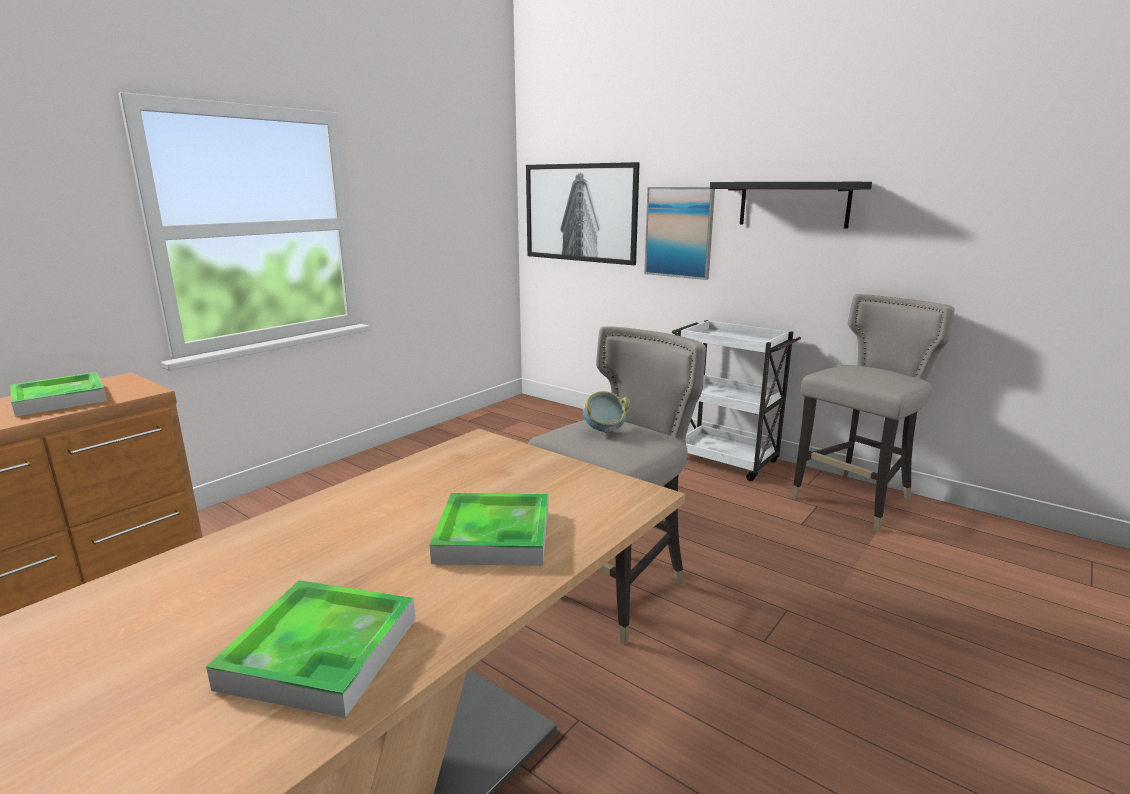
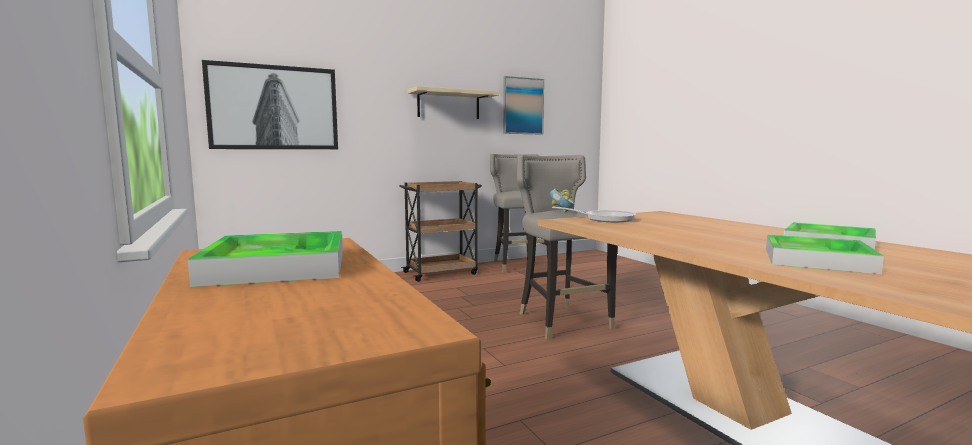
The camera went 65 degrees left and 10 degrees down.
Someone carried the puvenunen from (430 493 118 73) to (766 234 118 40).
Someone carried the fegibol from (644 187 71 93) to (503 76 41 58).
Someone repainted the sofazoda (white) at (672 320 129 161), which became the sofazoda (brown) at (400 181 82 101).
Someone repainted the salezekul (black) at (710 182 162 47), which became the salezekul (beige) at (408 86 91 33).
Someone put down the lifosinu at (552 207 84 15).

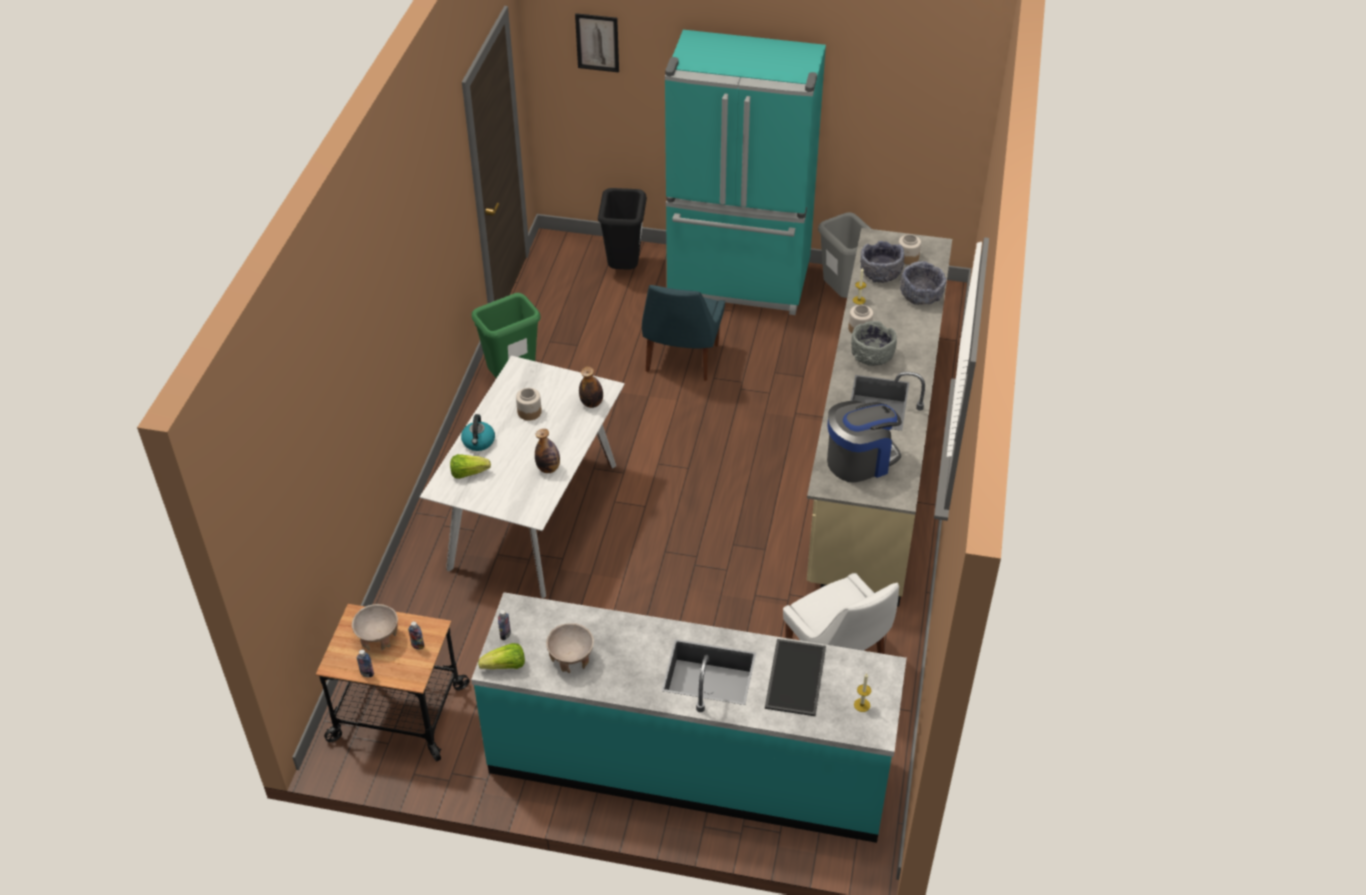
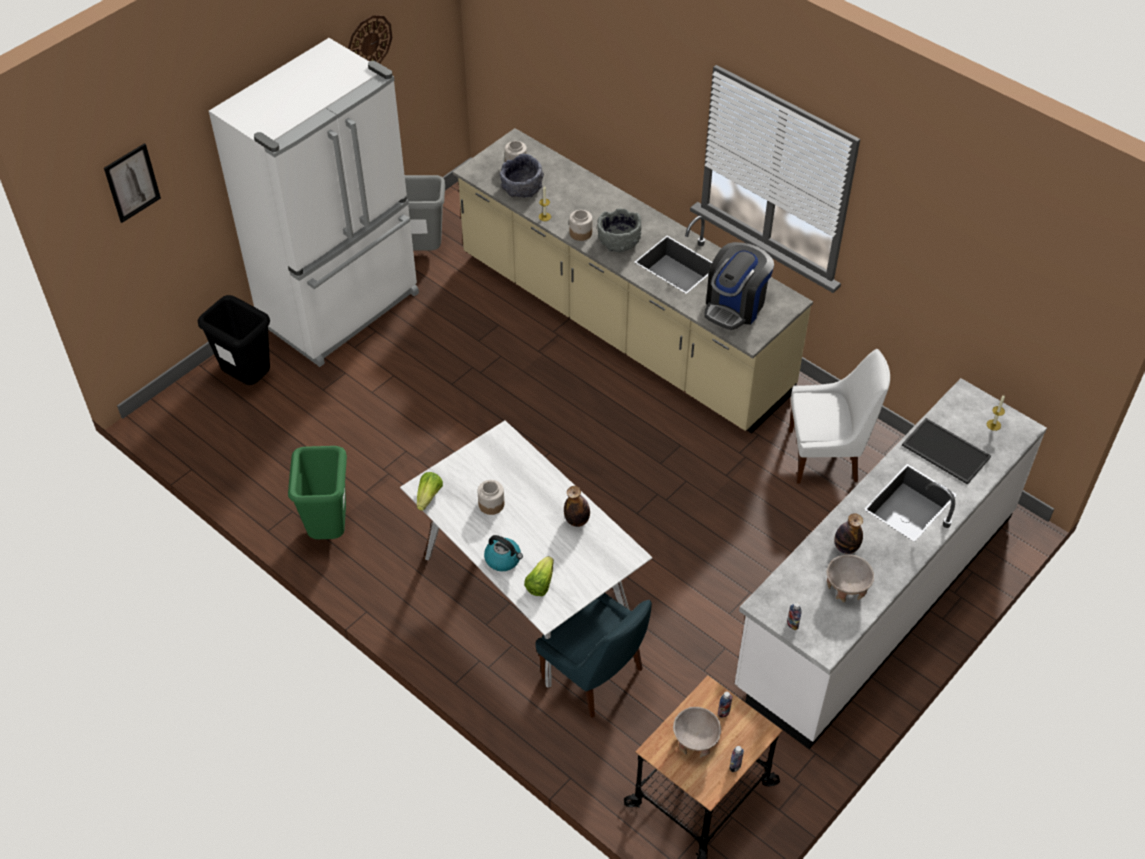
The camera went 60 degrees left and 5 degrees up.
Someone repainted the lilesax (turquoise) at (471 592 436 251), which became the lilesax (white) at (735 378 312 371).
Someone carried the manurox from (478 643 47 26) to (417 472 26 39).
Someone carried the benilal from (579 366 24 42) to (834 513 29 41).
Someone carried the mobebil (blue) from (642 285 83 96) to (535 593 117 125).
Someone repainted the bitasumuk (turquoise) at (665 30 161 285), which became the bitasumuk (white) at (209 38 210 329).
Someone rotated the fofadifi at (827 400 75 83) by 150 degrees counterclockwise.
Someone took away the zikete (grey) at (900 261 46 44).
Someone put up the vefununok at (348 15 45 49).

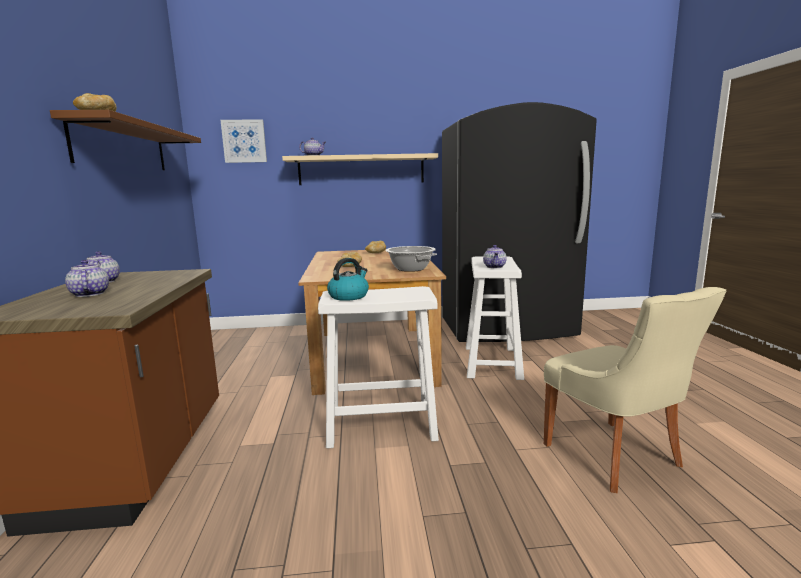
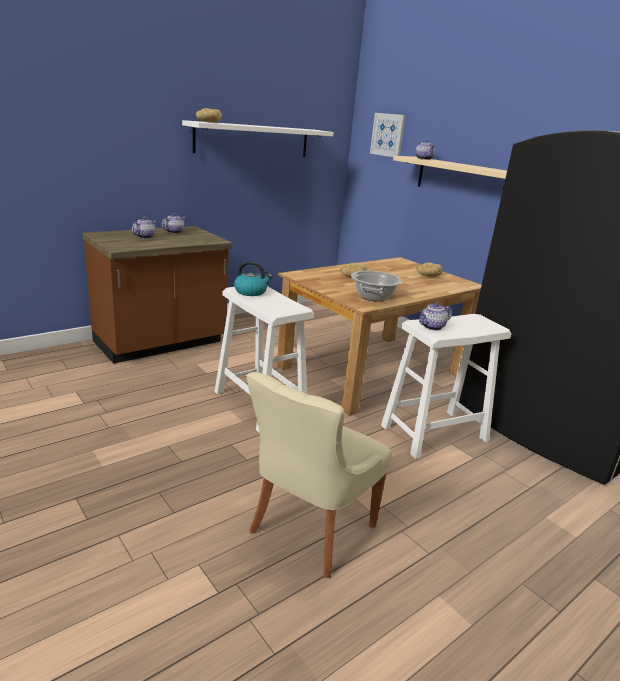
The camera went 55 degrees right and 10 degrees up.
Someone repainted the salezekul (brown) at (50 110 151 60), which became the salezekul (white) at (182 120 152 37).

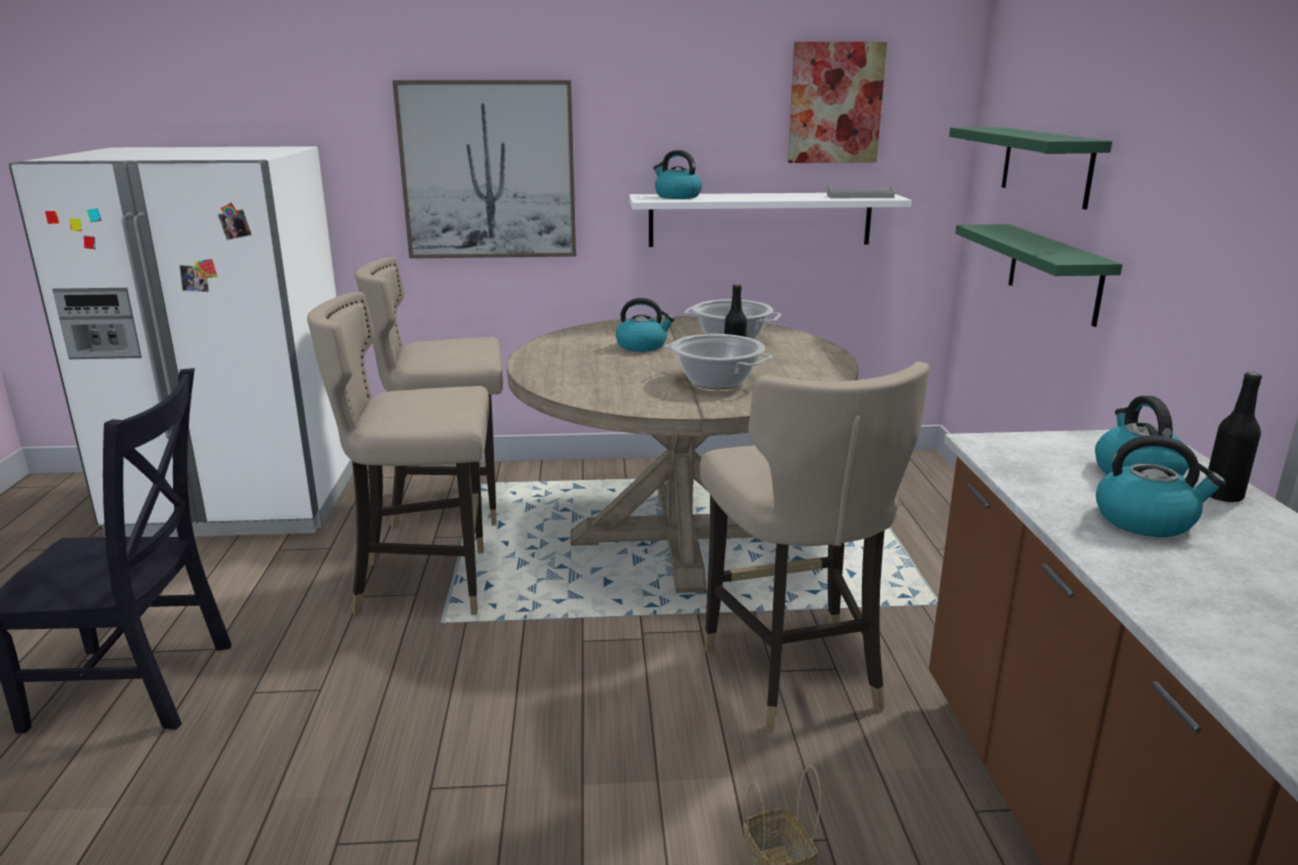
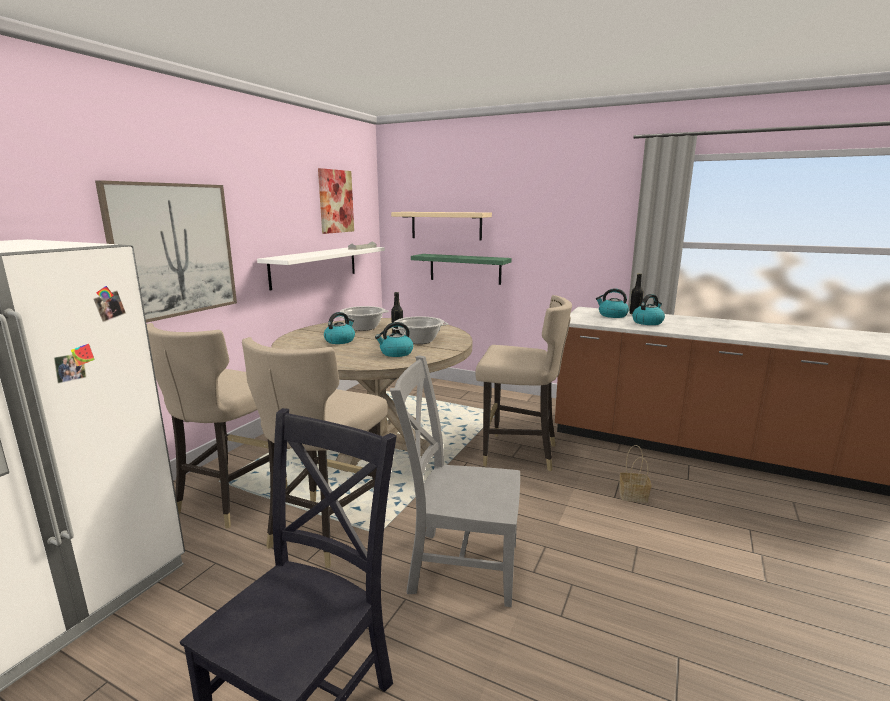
The camera went 60 degrees left and 5 degrees down.
Someone carried the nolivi from (653 150 49 49) to (375 322 38 35).
Someone repainted the salezekul (green) at (949 127 163 82), which became the salezekul (beige) at (391 212 101 29).
Someone put down the mobebil (grey) at (390 355 130 252).

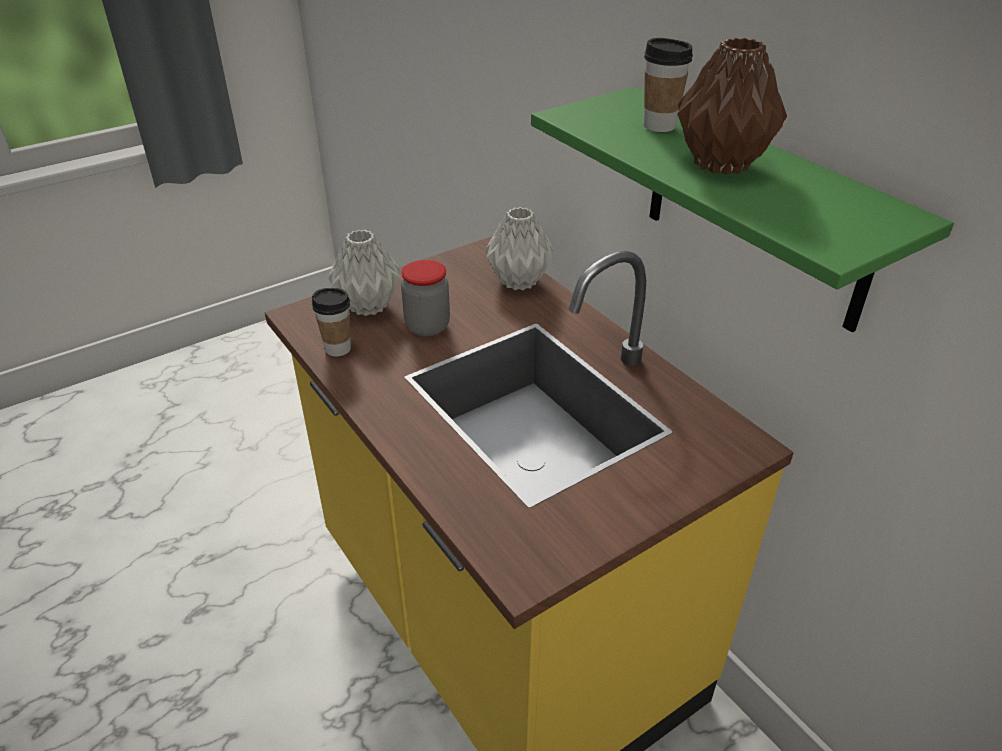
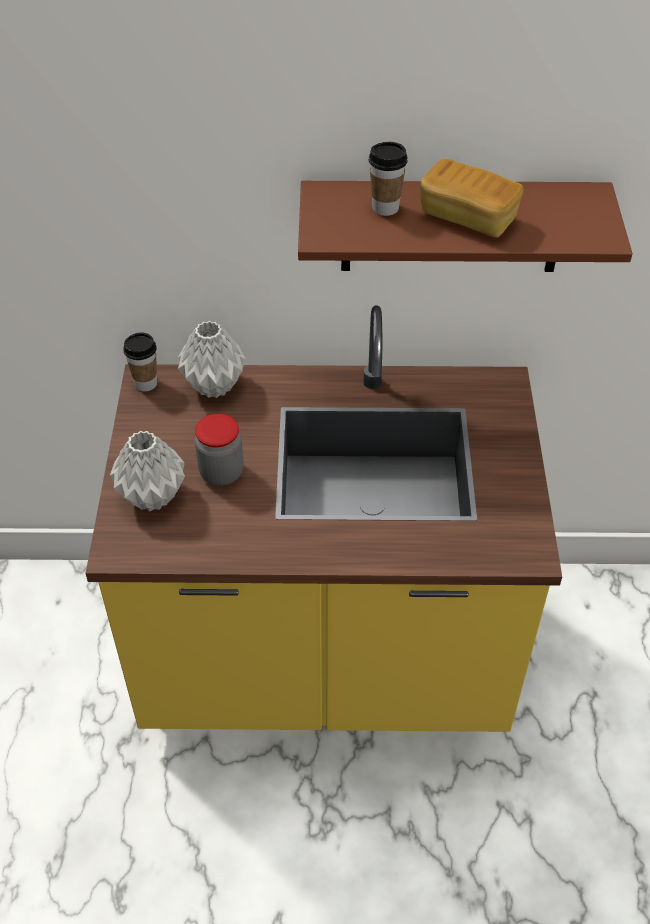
The camera went 55 degrees left and 10 degrees up.
Someone carried the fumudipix from (312 288 39 68) to (123 333 34 58).
Someone repainted the salezekul (green) at (531 87 423 246), which became the salezekul (brown) at (298 181 334 91).
Someone swapped the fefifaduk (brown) at (678 37 109 138) for the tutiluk at (420 159 103 79).

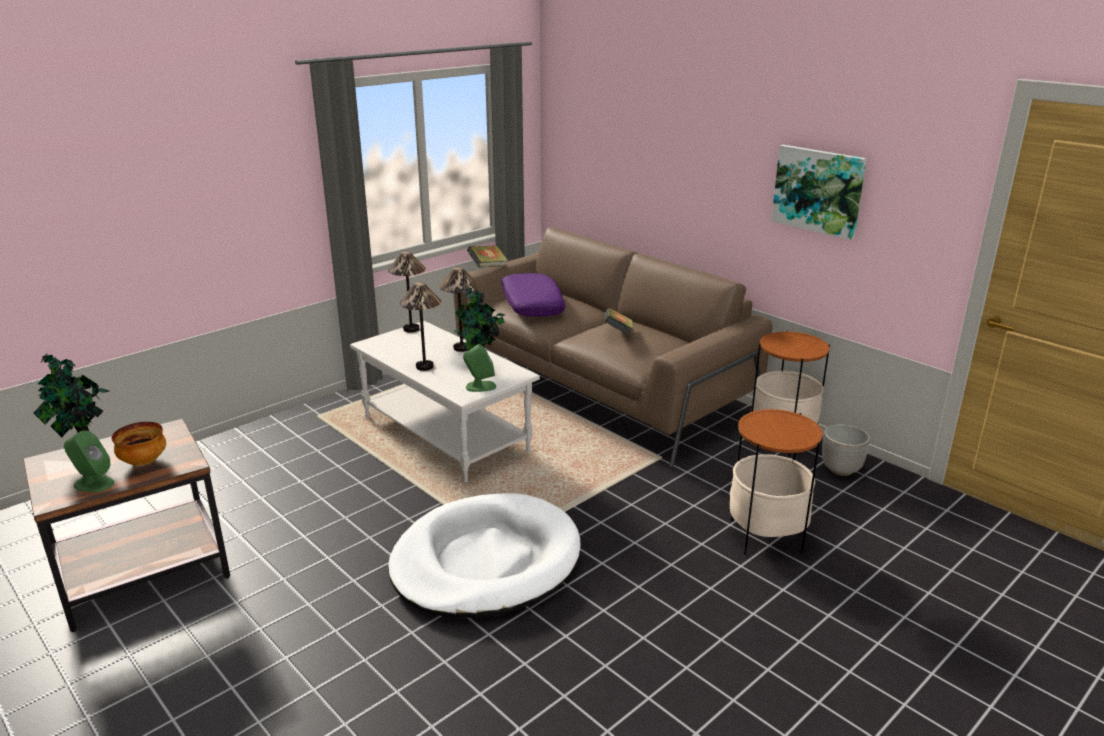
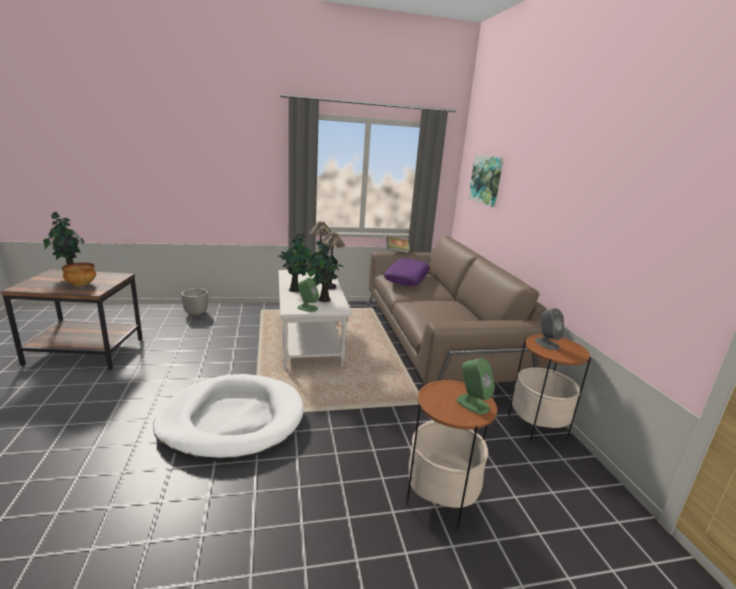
The camera went 30 degrees right and 5 degrees down.
Someone carried the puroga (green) from (64 431 51 61) to (457 358 38 56).
Someone swapped the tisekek at (399 282 42 89) for the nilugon at (277 234 35 58).
Someone took away the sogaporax at (605 308 29 27).
Someone carried the fegibol from (771 145 96 95) to (468 154 35 53).
Someone carried the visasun from (822 424 48 52) to (181 288 27 28).
Someone put down the puroga (grey) at (535 308 30 42).

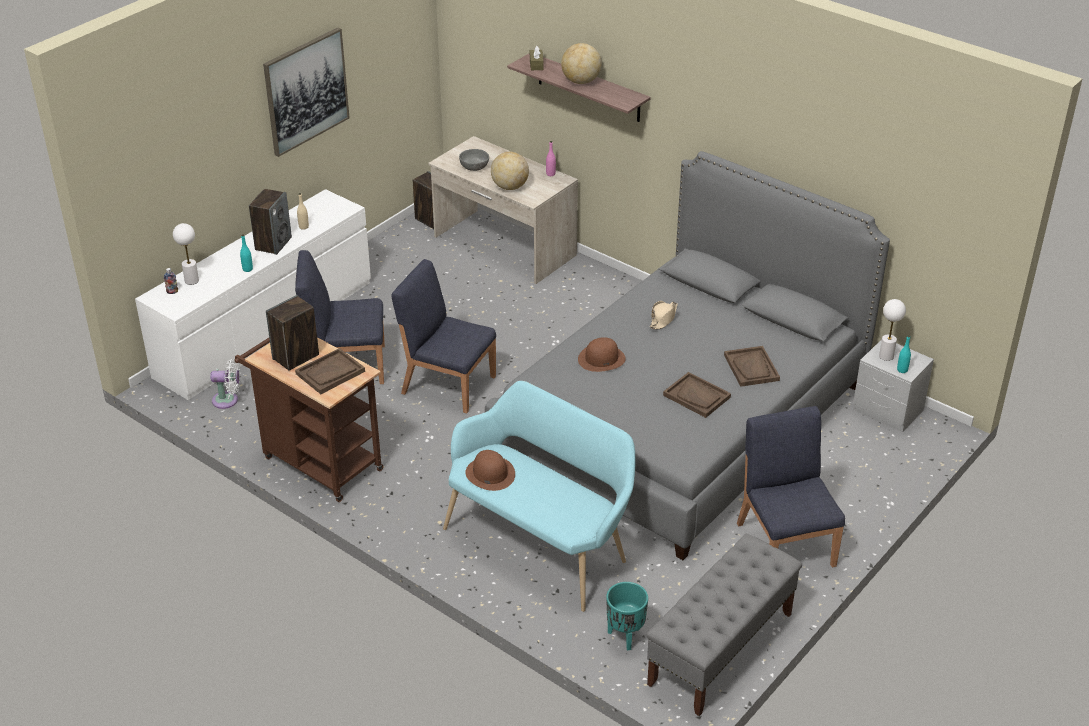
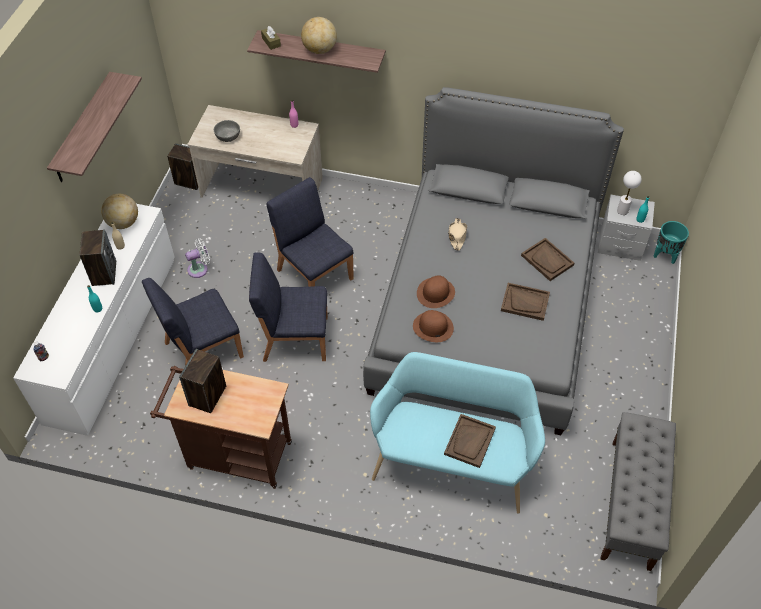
The camera went 25 degrees left and 15 degrees up.
Someone took away the tisekek (white) at (173 223 26 62).
Someone carried the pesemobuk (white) from (210 359 30 50) to (185 238 25 40).
Someone swapped the fegibol at (263 28 87 129) for the salezekul at (47 72 95 110).
Someone carried the puvenunen (brown) from (295 348 70 46) to (444 414 52 54).
Someone carried the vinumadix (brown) from (465 450 50 41) to (413 310 41 32).
Someone carried the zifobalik from (491 152 38 38) to (101 194 37 35).
Someone carried the visasun (turquoise) from (606 582 42 68) to (654 221 35 43).
Someone carried the mobebil (blue) from (737 406 108 161) to (267 177 87 110).

